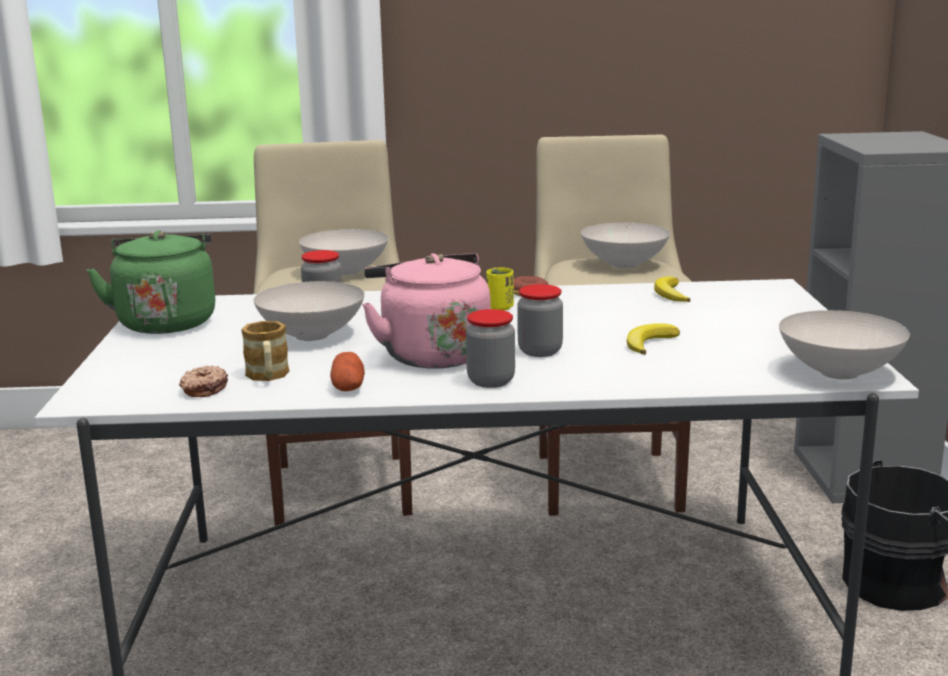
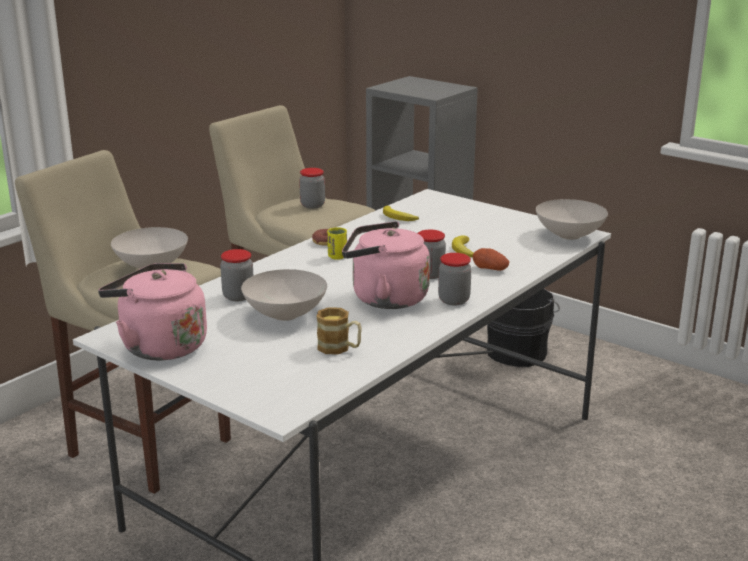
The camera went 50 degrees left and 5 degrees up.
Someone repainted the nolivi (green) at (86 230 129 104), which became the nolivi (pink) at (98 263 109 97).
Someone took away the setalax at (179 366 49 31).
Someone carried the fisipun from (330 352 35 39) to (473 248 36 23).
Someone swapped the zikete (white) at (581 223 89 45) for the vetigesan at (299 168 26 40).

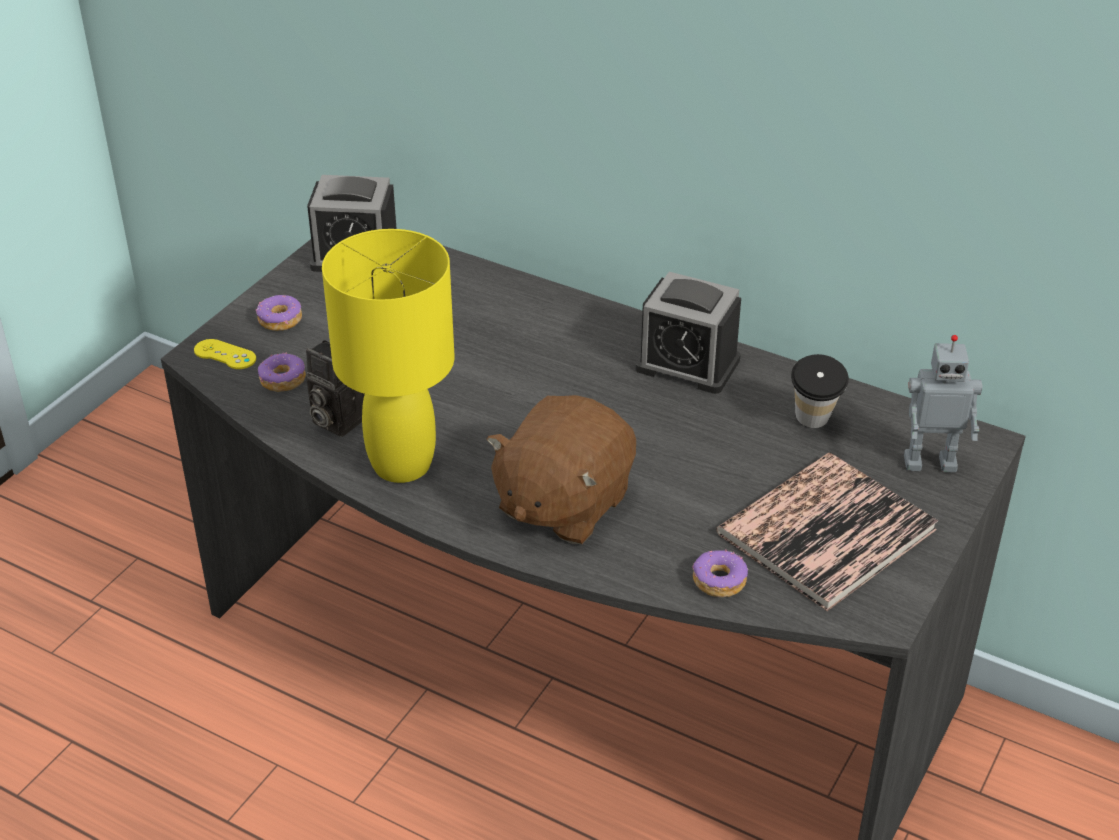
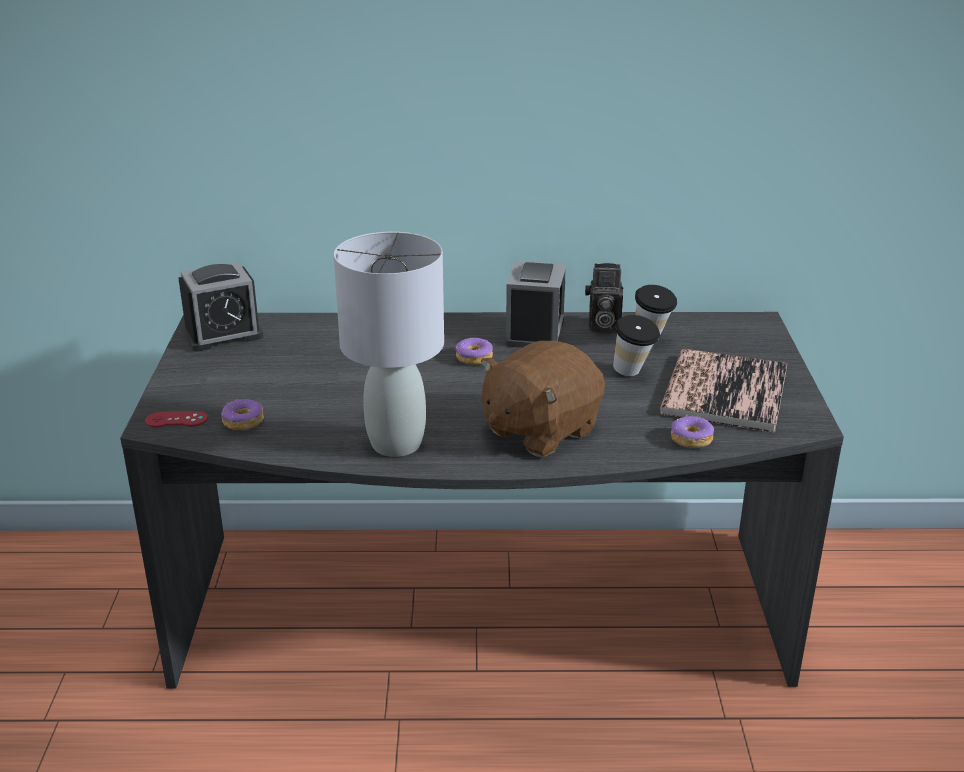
The camera went 30 degrees left and 10 degrees down.
Someone repainted the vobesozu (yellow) at (194 339 62 30), which became the vobesozu (red) at (145 411 63 17).
Someone carried the setalax from (256 295 46 36) to (455 338 38 27).
Someone carried the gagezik from (306 340 59 97) to (585 263 39 70).
Someone repainted the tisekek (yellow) at (322 229 133 254), which became the tisekek (grey) at (334 232 110 225).
Someone rotated the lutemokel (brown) at (487 395 149 149) by 45 degrees clockwise.
Someone rotated the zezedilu at (635 272 106 122) by 75 degrees counterclockwise.
Someone took away the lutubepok at (904 335 78 137).
Someone put down the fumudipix at (613 315 47 61).

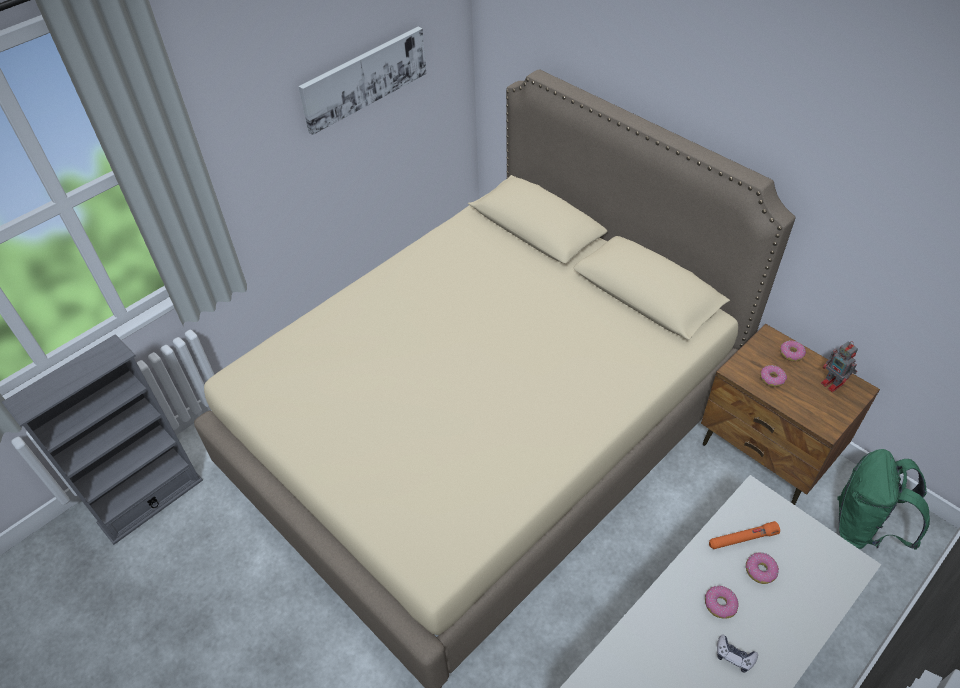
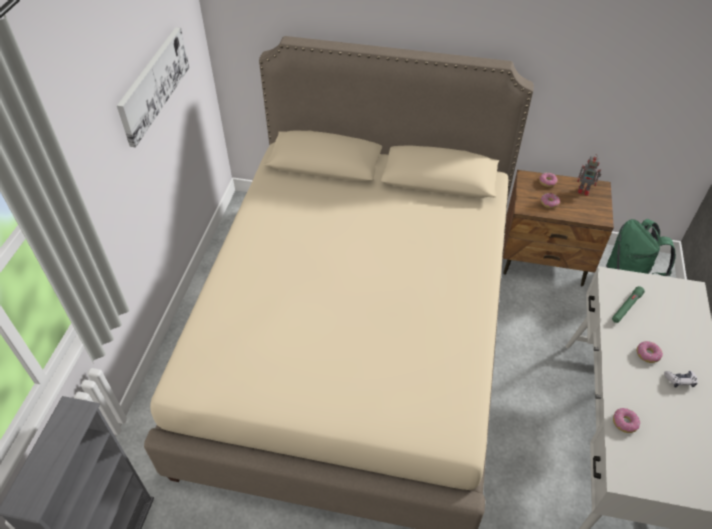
The camera went 35 degrees left and 0 degrees up.
Someone repainted the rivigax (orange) at (709 521 71 28), which became the rivigax (green) at (612 286 33 37).
Someone carried the setalax from (746 552 33 32) to (613 408 27 25).

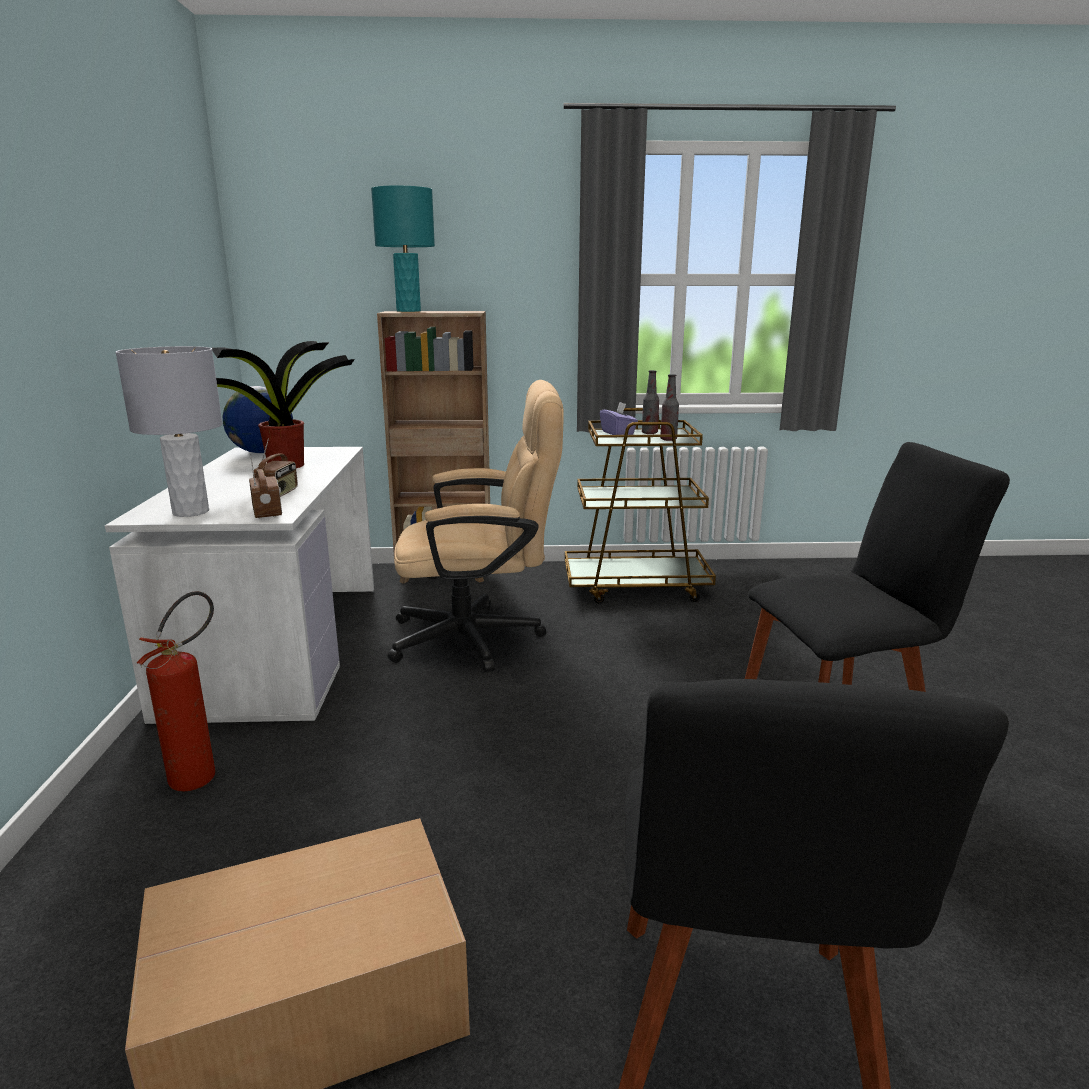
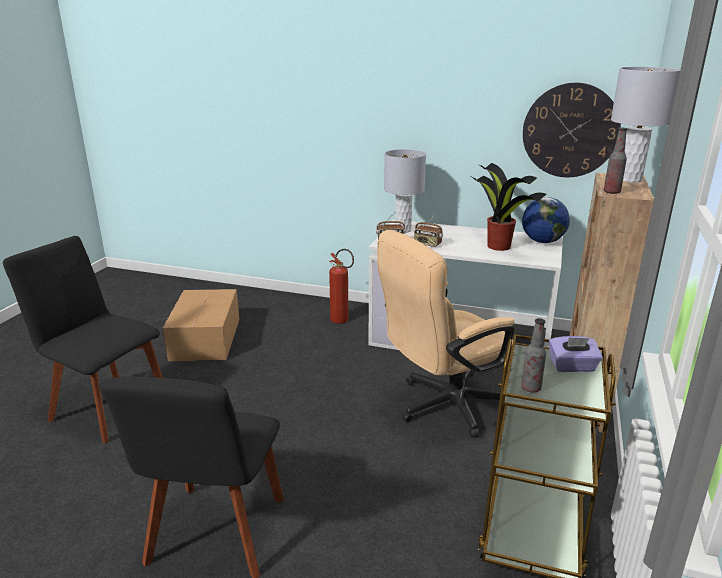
The camera went 110 degrees right and 5 degrees up.
Someone repainted the tisekek (turquoise) at (371 185 64 127), which became the tisekek (grey) at (611 67 70 116).
Someone rotated the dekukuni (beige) at (387 380 177 292) by 45 degrees clockwise.
Someone carried the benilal from (642 370 17 64) to (604 128 23 66).
Someone put up the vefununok at (523 83 98 94).

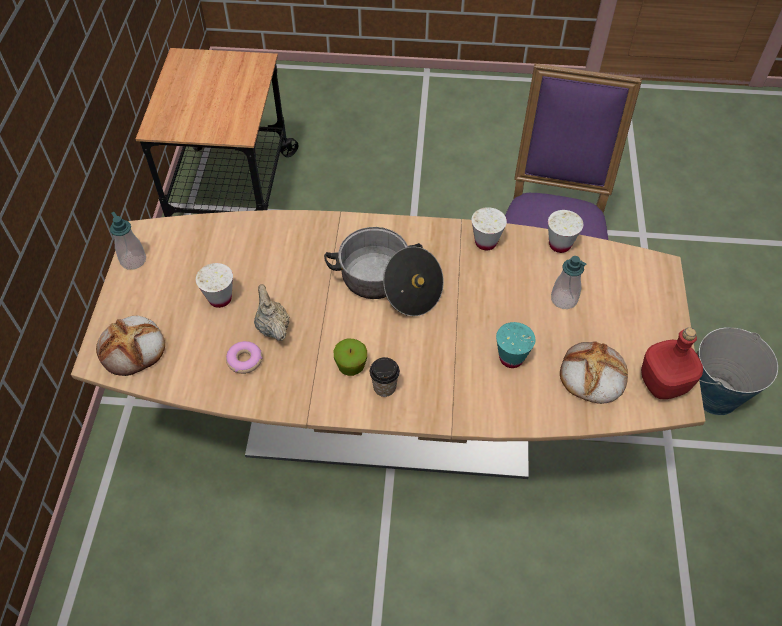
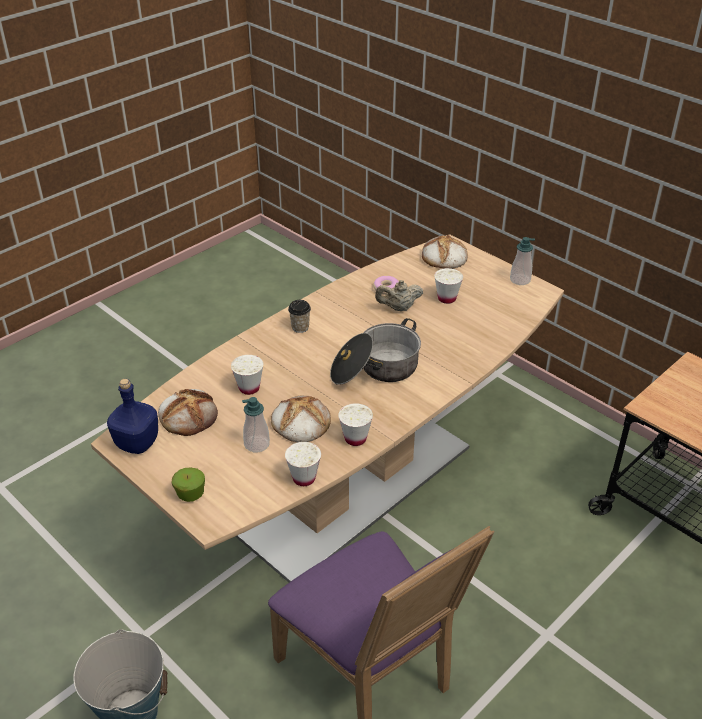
The camera went 130 degrees right and 15 degrees down.
Someone rotated the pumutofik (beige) at (254 284 35 57) by 150 degrees clockwise.
Someone carried the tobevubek from (334 338 33 38) to (172 468 33 34).
Someone repainted the fumudipix (turquoise) at (496 322 39 46), which became the fumudipix (white) at (231 355 32 40).
Someone repainted the benilal (red) at (641 327 62 72), which became the benilal (blue) at (107 379 51 75).
Someone put down the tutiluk at (271 396 60 46).

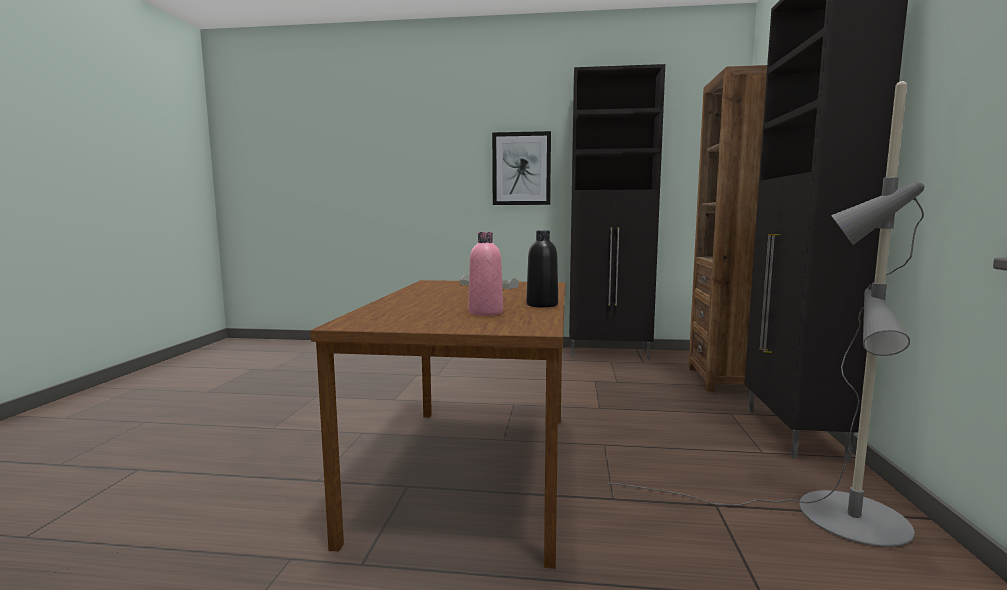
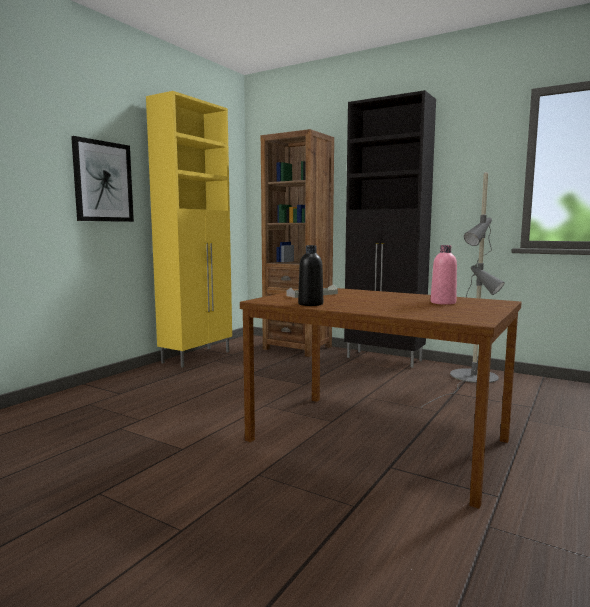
The camera went 65 degrees left and 0 degrees up.
Someone carried the benilal (black) from (526 230 32 78) to (298 245 25 61).
Someone repainted the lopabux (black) at (569 64 96 296), which became the lopabux (yellow) at (146 91 86 277).

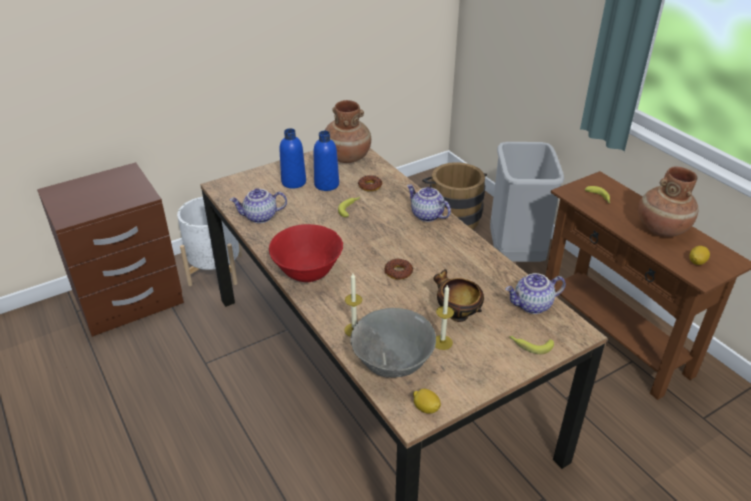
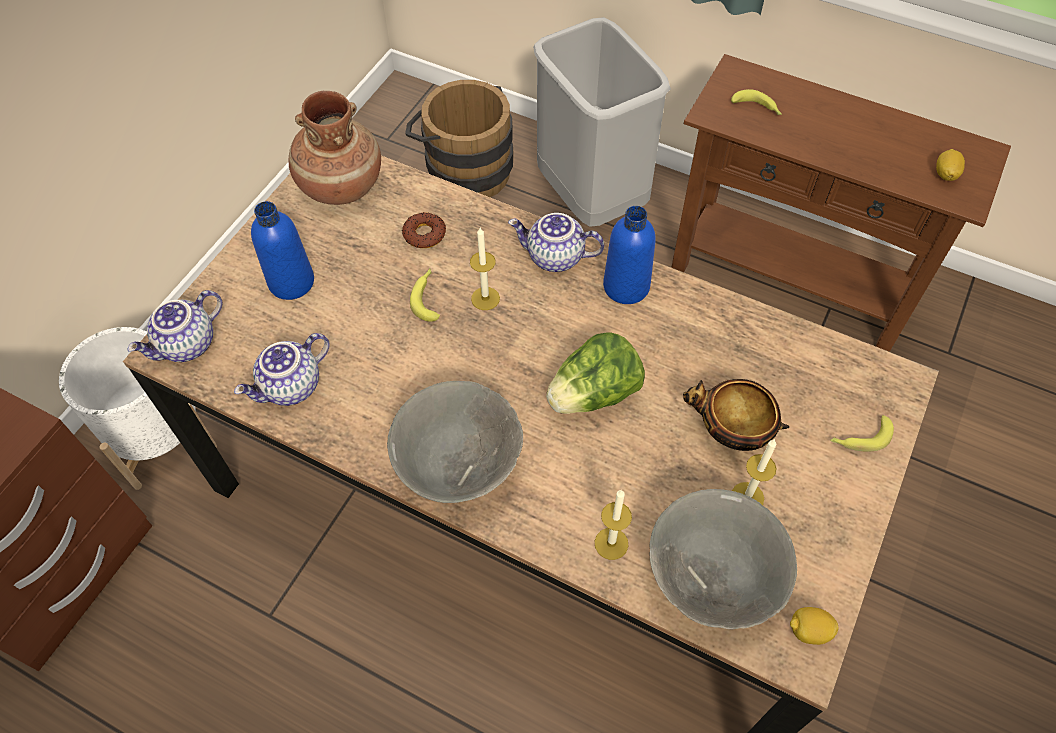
The camera went 30 degrees left and 20 degrees up.
Someone repainted the zikete (red) at (269 224 74 58), which became the zikete (grey) at (387 381 136 122).
Someone carried the benilal (blue) from (314 131 25 60) to (603 206 53 98).
Someone swapped the setalax at (384 259 29 21) for the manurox at (546 332 99 82).
Someone carried the pumutofik from (505 273 61 41) to (127 290 95 72).
Someone took away the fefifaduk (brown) at (638 166 60 71).
Someone put down the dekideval at (470 228 30 82).

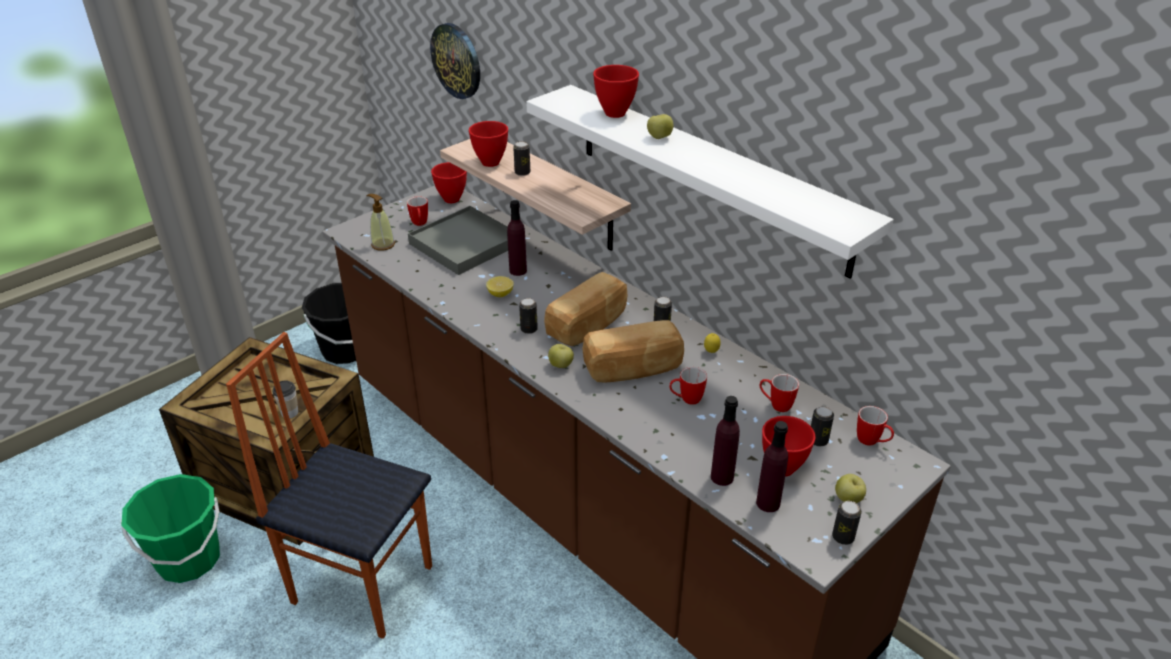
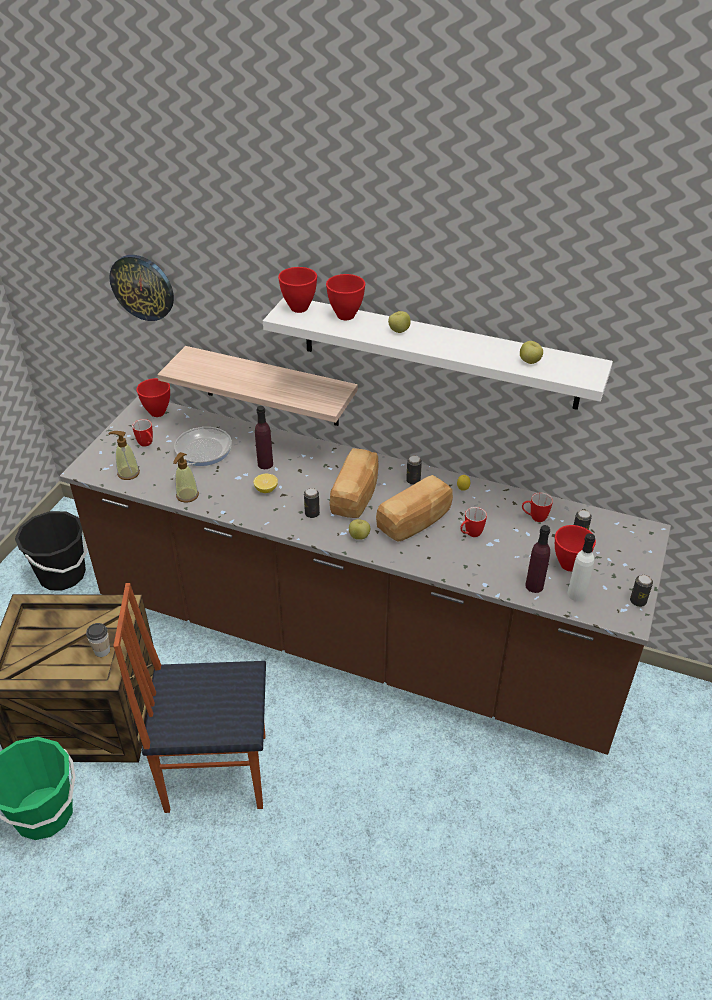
The camera went 25 degrees left and 5 degrees up.
Someone swapped the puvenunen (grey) at (408 206 100 69) for the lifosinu at (173 427 59 51).
Someone carried the zikete (red) from (469 121 39 46) to (278 267 39 46).
Someone took away the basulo at (513 141 17 35).
Someone repainted the benilal (purple) at (756 421 32 91), which became the benilal (white) at (567 533 28 68).
Someone carried the tobevubek from (835 474 31 29) to (520 341 23 23).
Someone took away the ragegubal at (857 406 37 40).
Someone put down the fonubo at (173 452 26 51).

